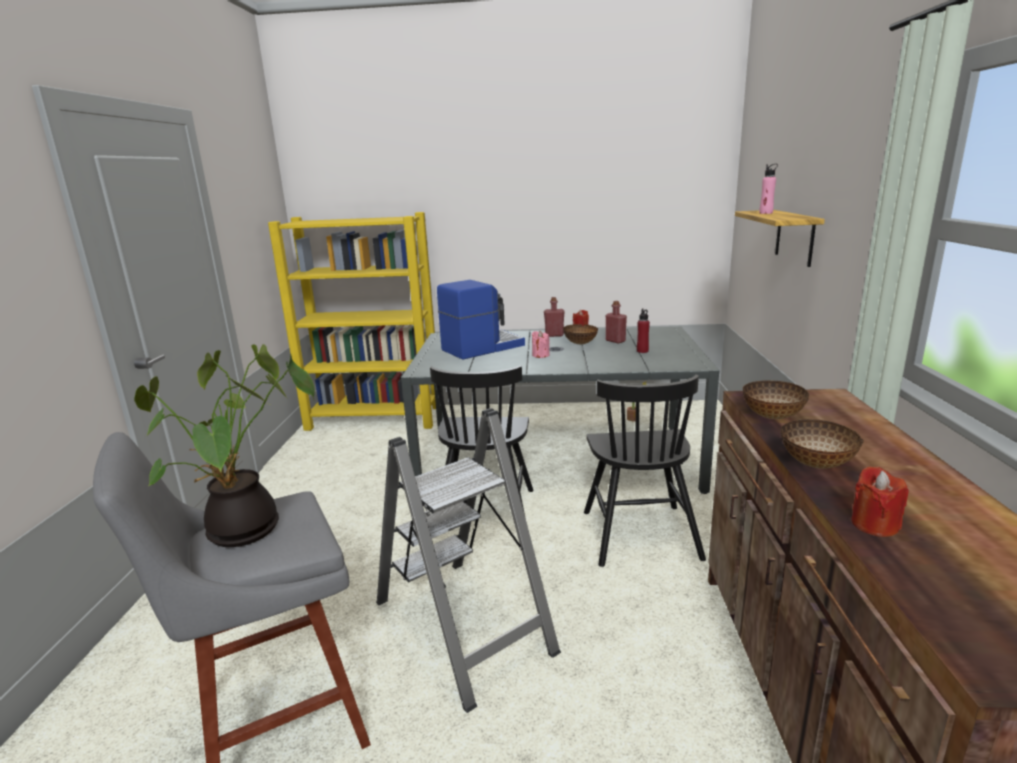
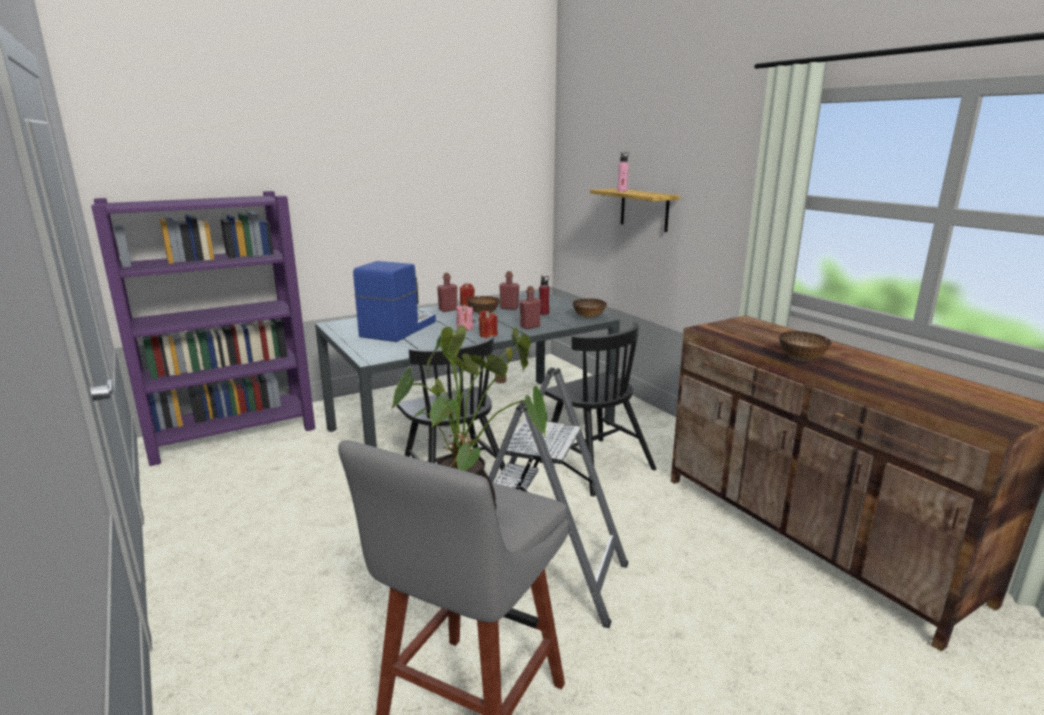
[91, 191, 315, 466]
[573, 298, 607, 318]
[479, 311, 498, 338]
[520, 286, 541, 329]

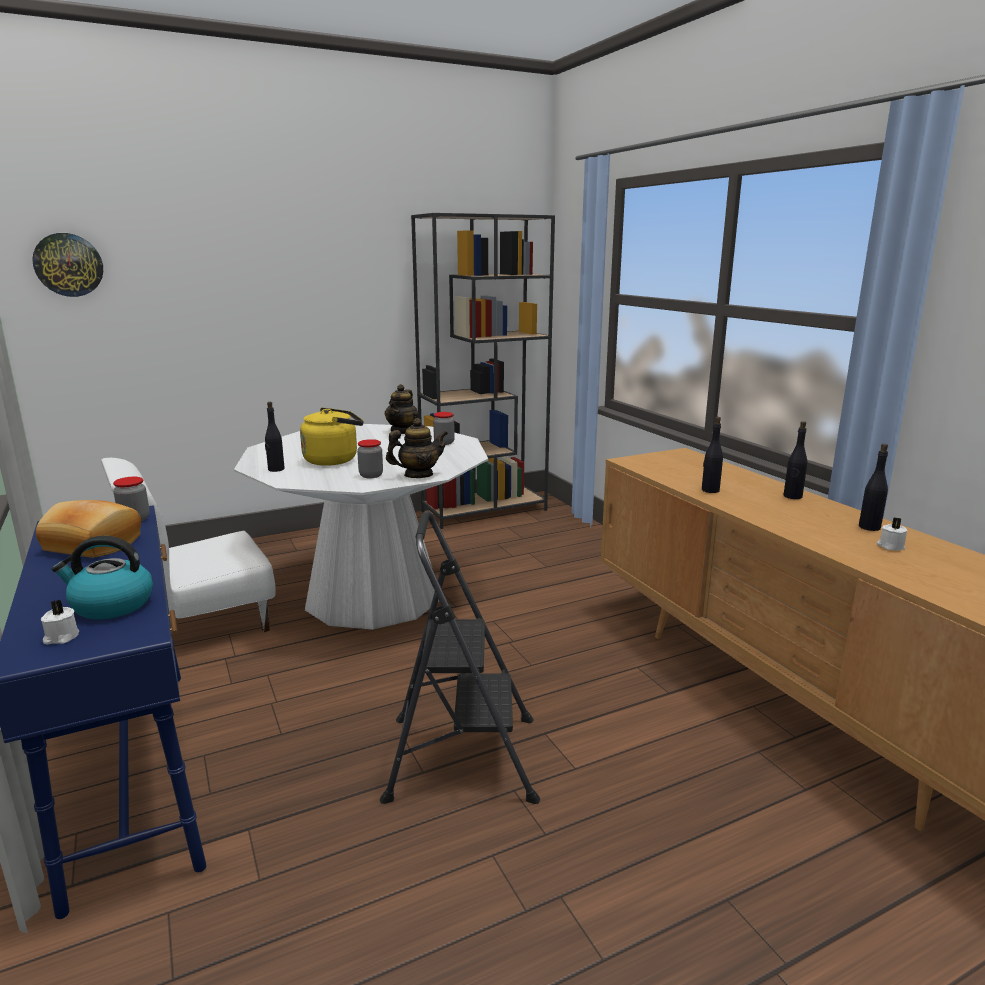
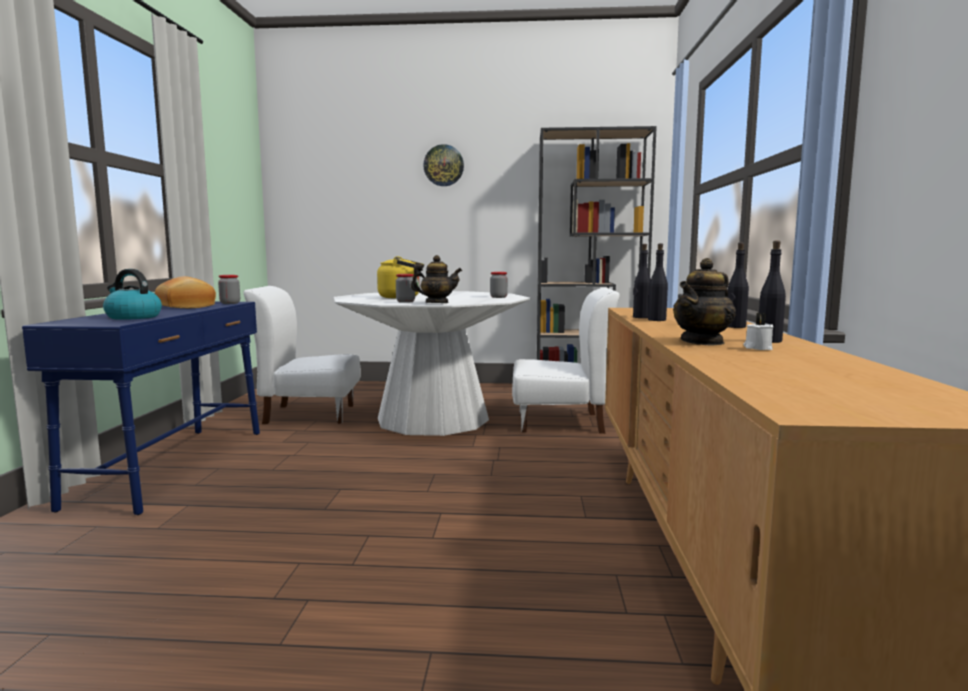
[423, 144, 464, 186]
[41, 600, 79, 645] (first image)
[633, 244, 651, 318]
[380, 511, 540, 804] (first image)
[673, 258, 736, 346]
[512, 288, 620, 434]

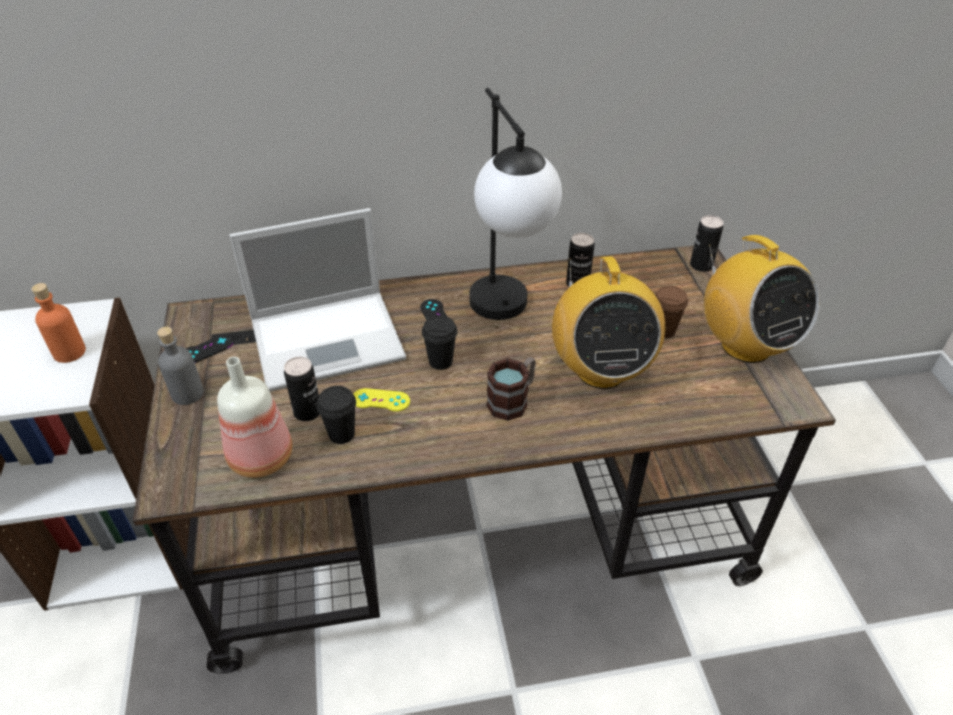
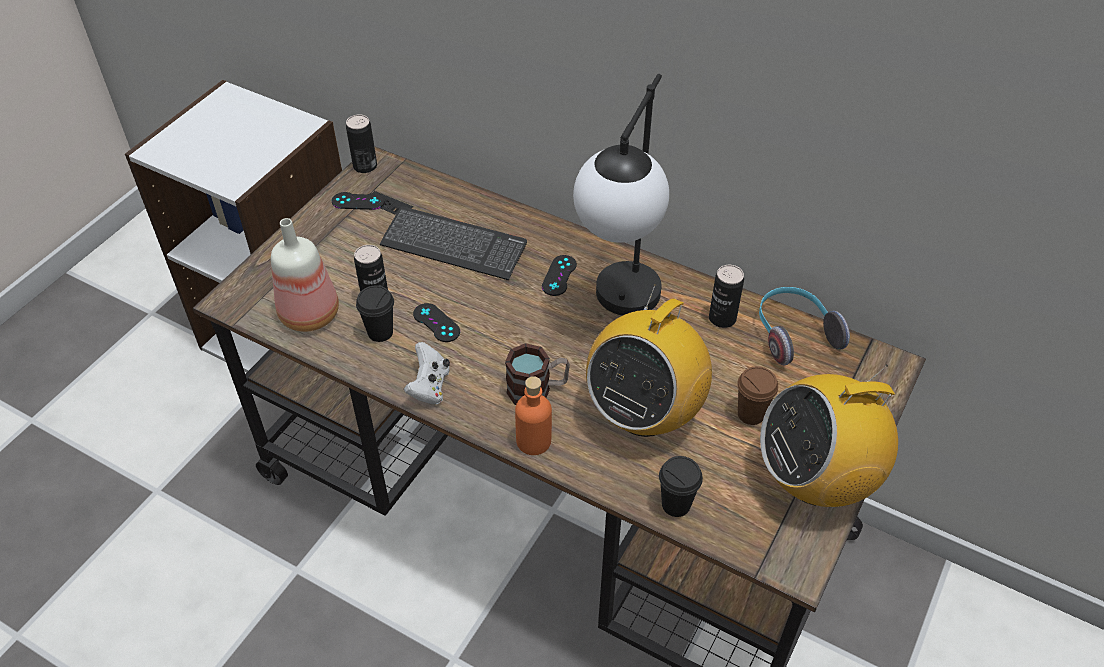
[515, 376, 552, 455]
[157, 327, 204, 405] (first image)
[380, 207, 527, 280]
[413, 303, 460, 342]
[659, 456, 703, 517]
[346, 114, 377, 173]
[760, 364, 898, 507]
[404, 342, 450, 404]
[759, 287, 850, 365]

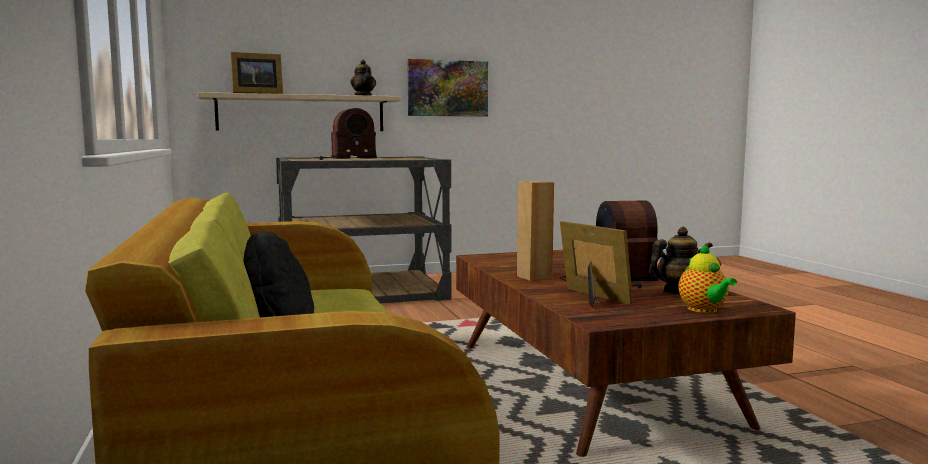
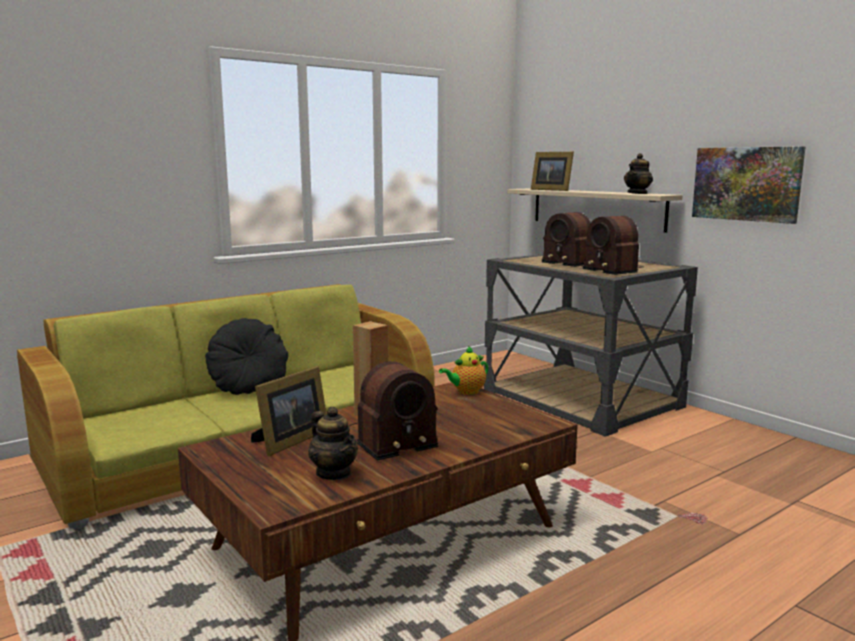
[439, 346, 488, 395]
[583, 216, 644, 275]

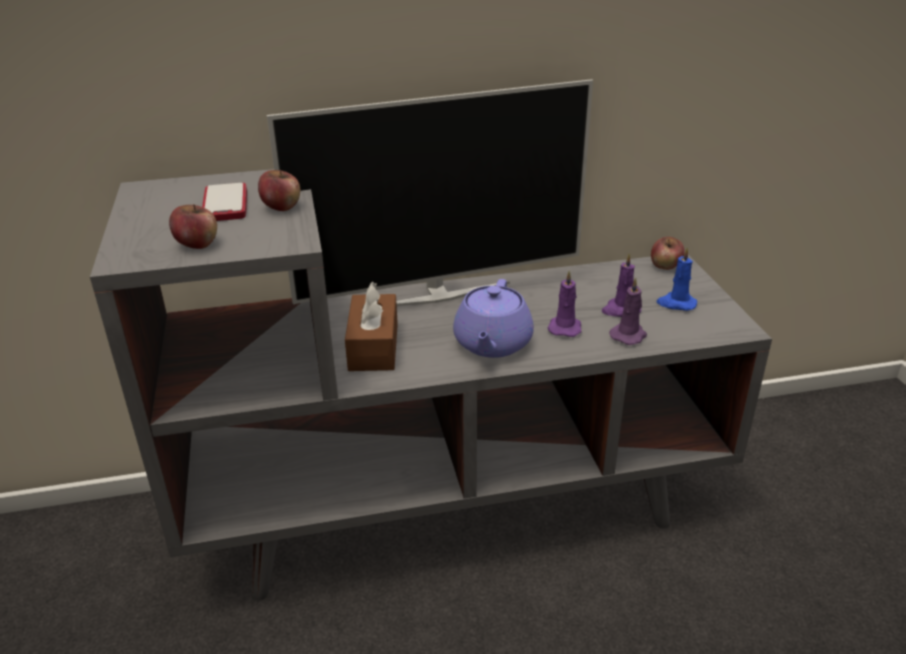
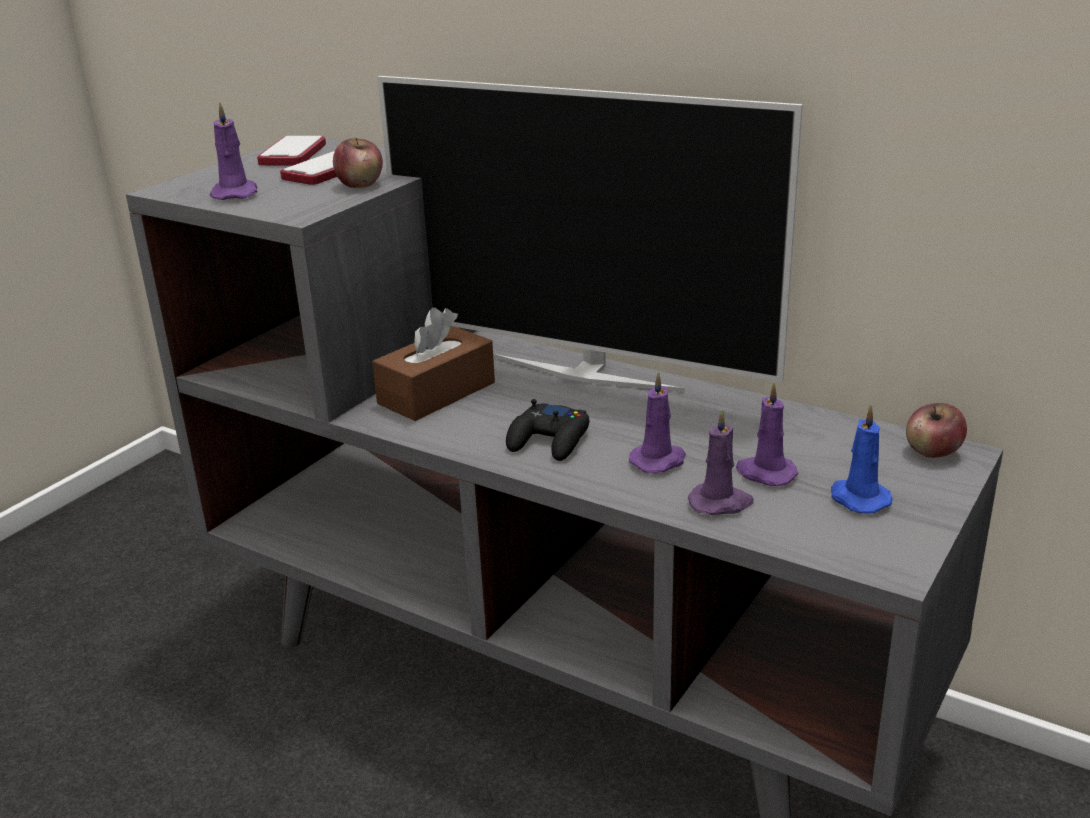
[209, 102, 257, 200]
[506, 399, 589, 461]
[257, 136, 326, 166]

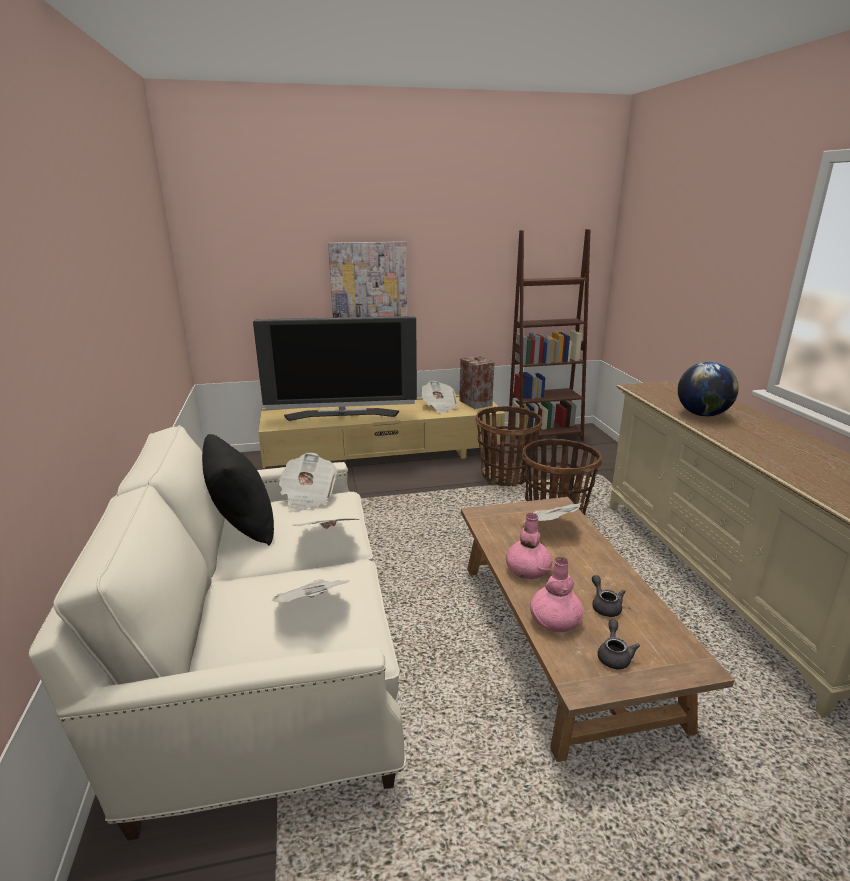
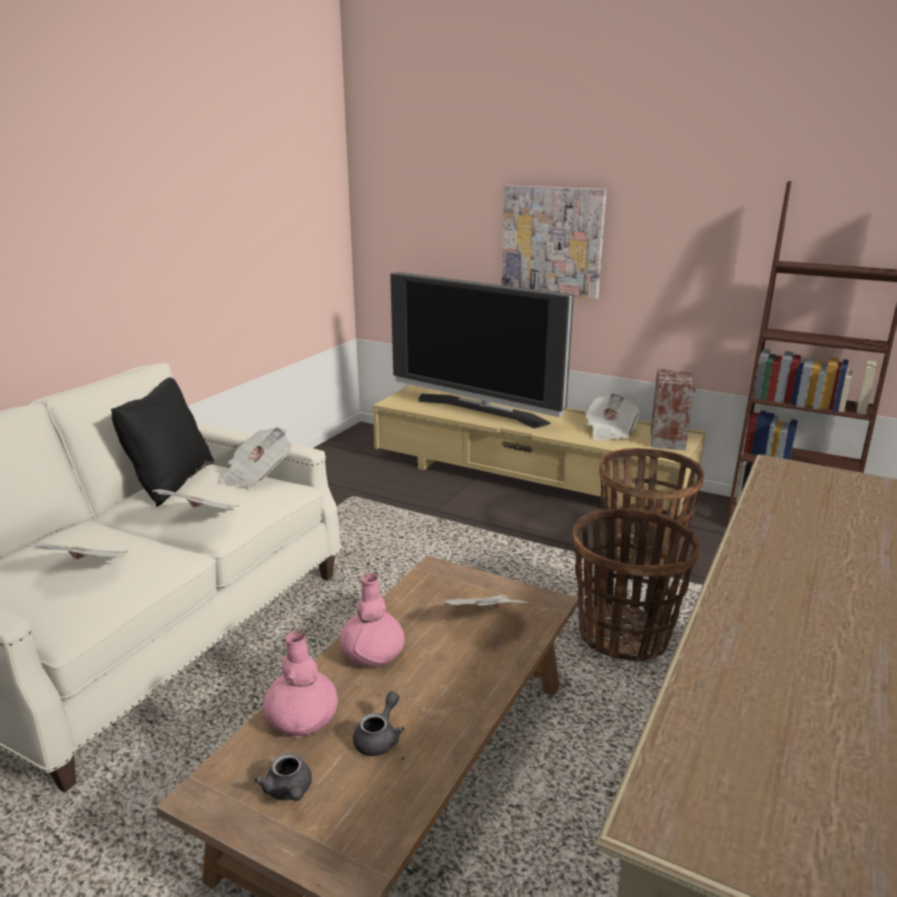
[254, 753, 312, 801]
[678, 362, 739, 417] (first image)

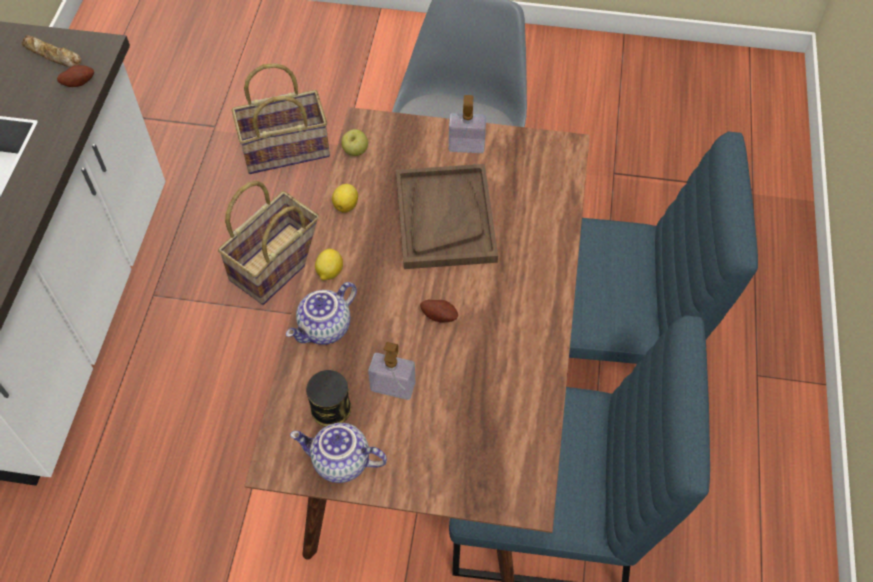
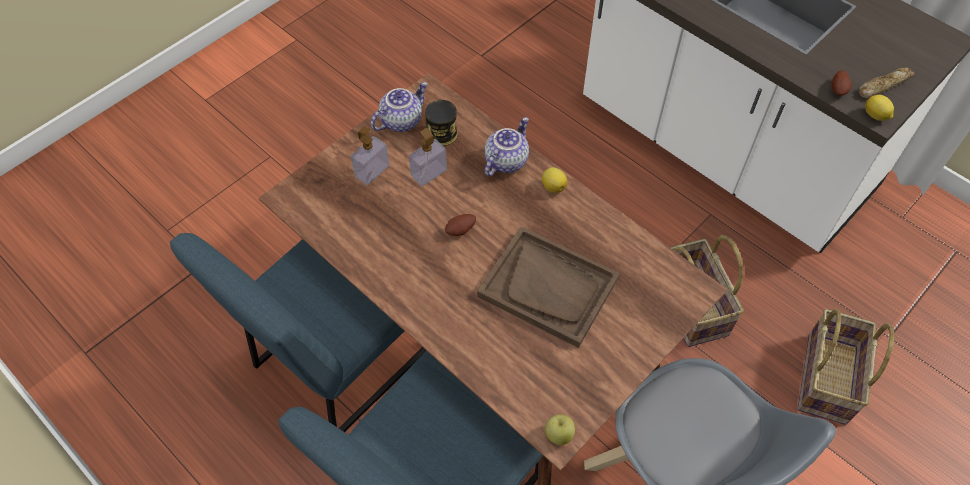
[485, 117, 529, 176]
[865, 95, 894, 121]
[545, 414, 575, 445]
[351, 126, 389, 185]

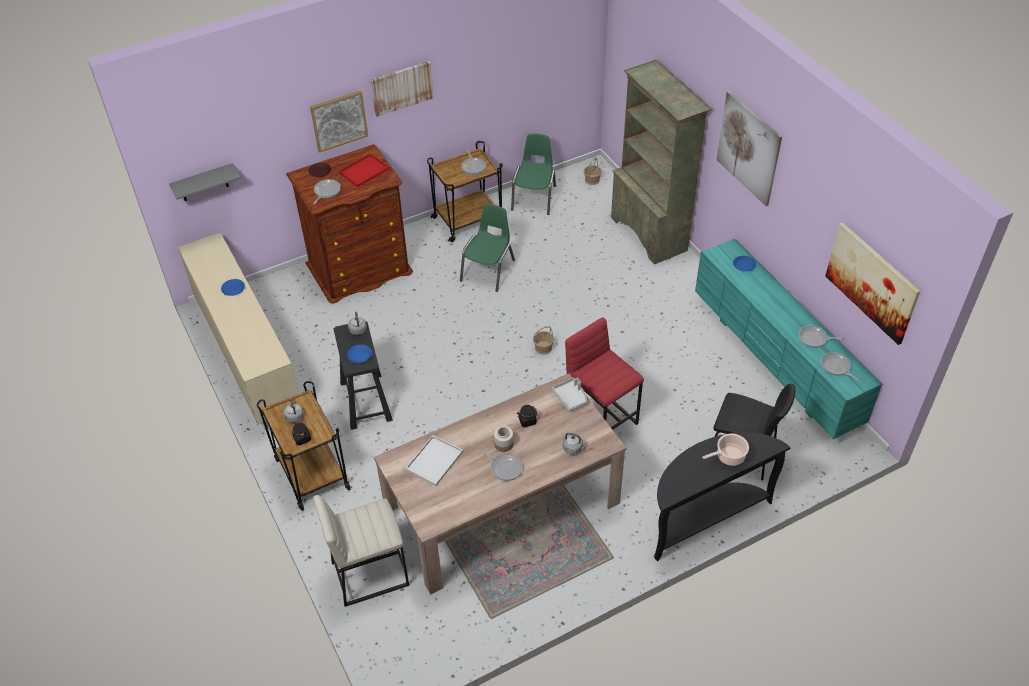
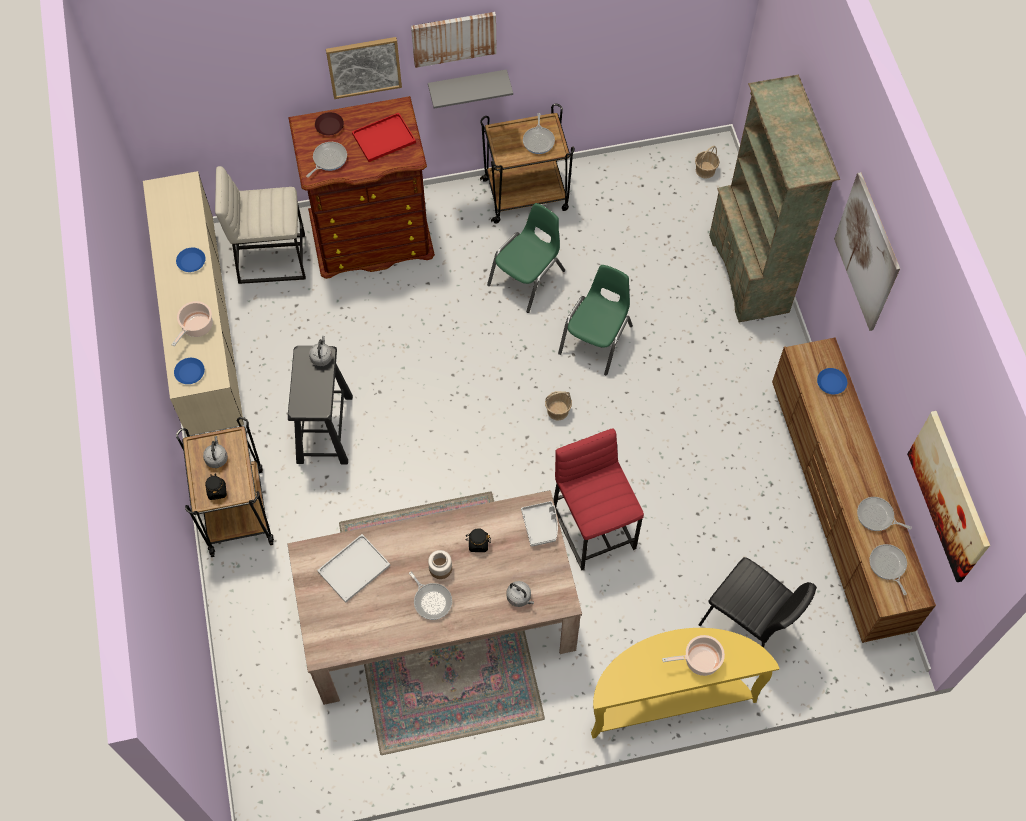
[428, 69, 513, 108]
[215, 166, 306, 284]
[174, 358, 205, 384]
[558, 265, 633, 375]
[591, 628, 780, 739]
[772, 337, 936, 643]
[171, 301, 213, 347]

